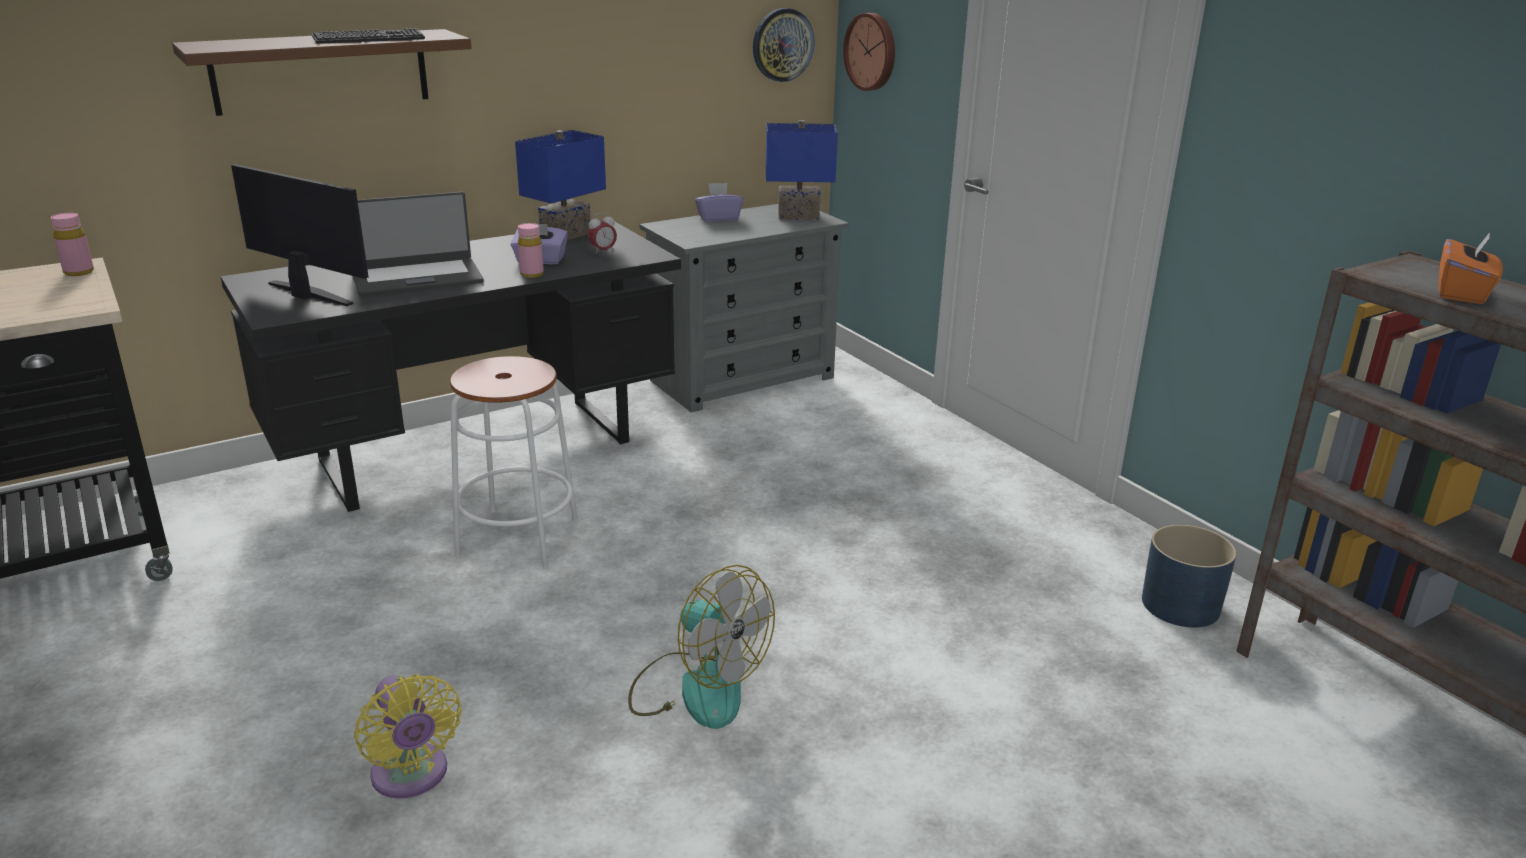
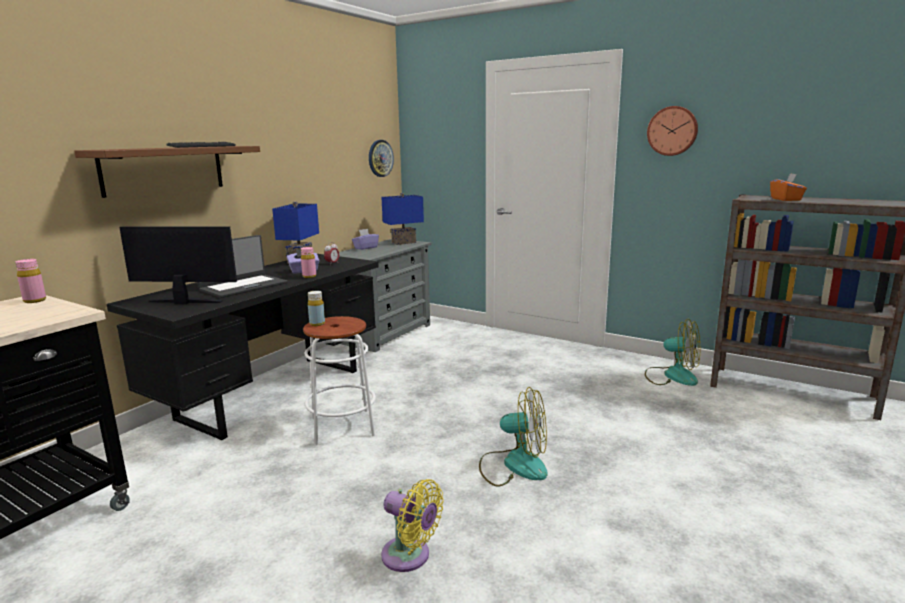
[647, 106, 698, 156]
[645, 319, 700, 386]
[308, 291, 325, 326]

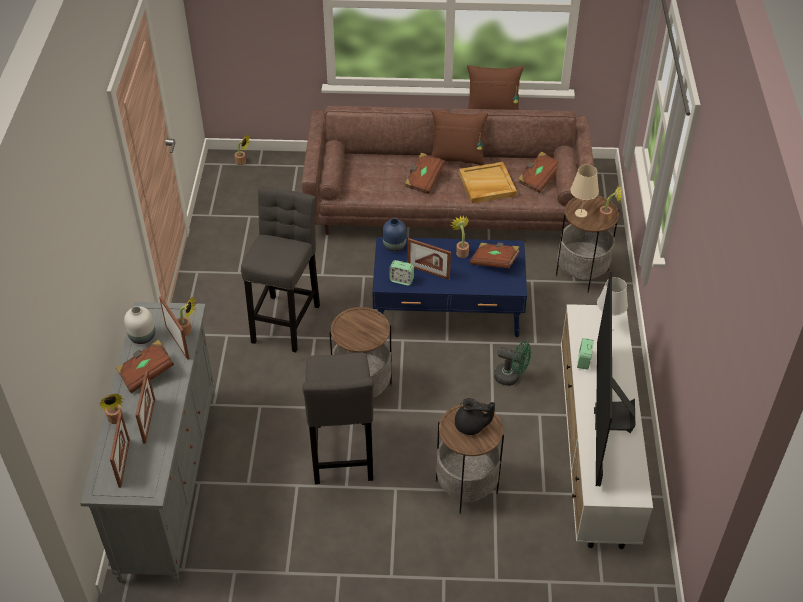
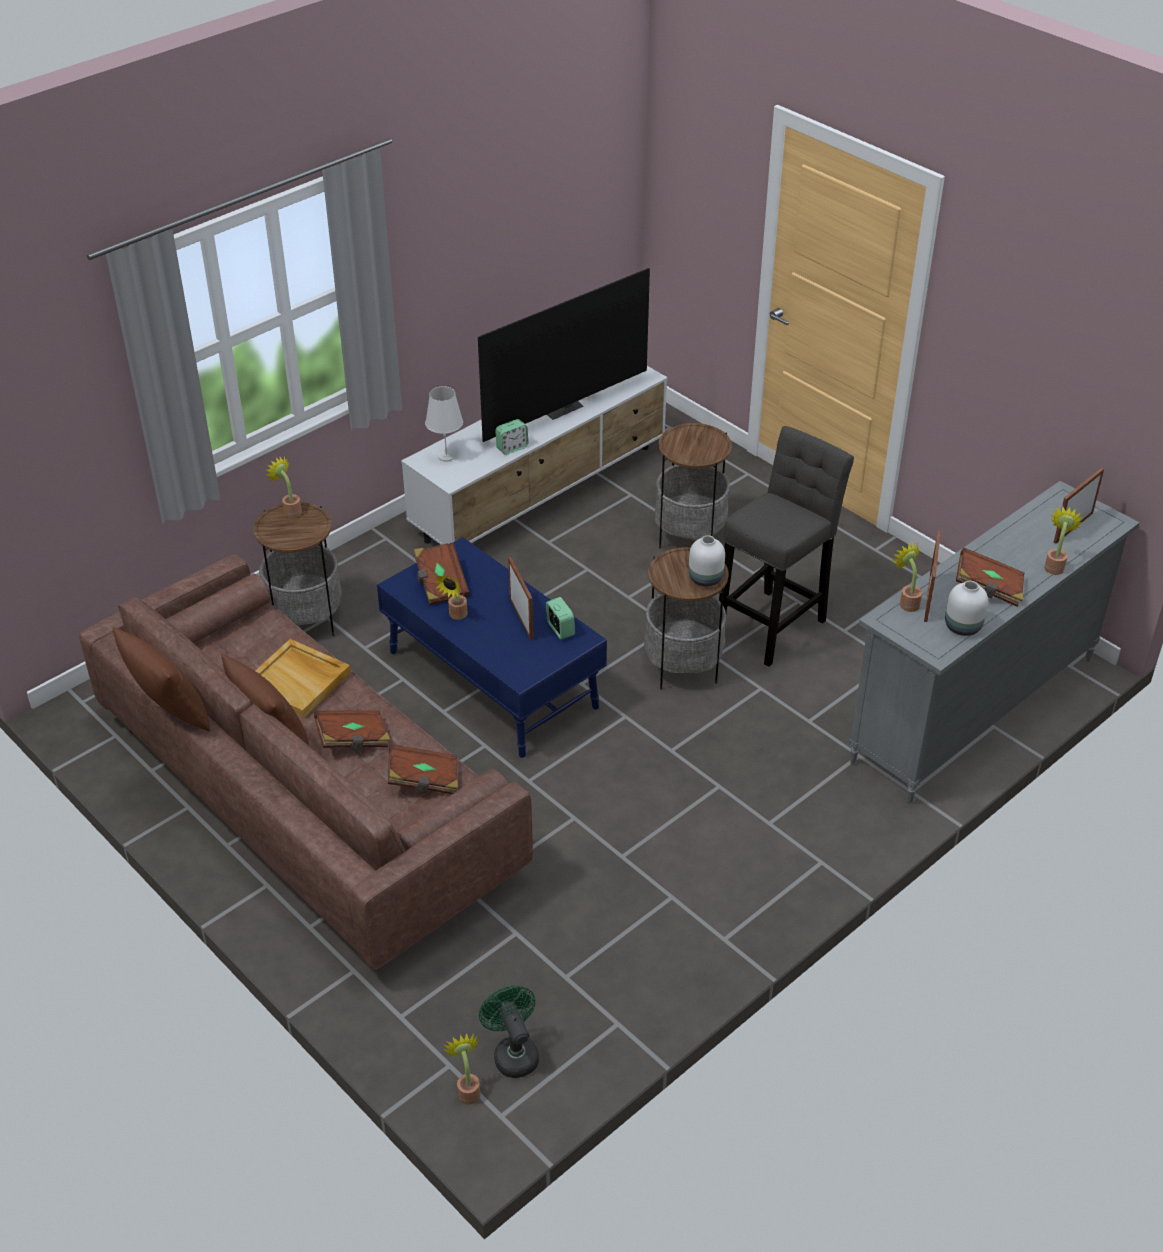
[136, 370, 155, 444] (first image)
[241, 187, 320, 352] (first image)
[383, 218, 406, 252] (first image)
[455, 398, 495, 435] (first image)
[479, 985, 539, 1078]
[388, 745, 458, 794]
[570, 165, 599, 218] (first image)
[689, 535, 725, 586]

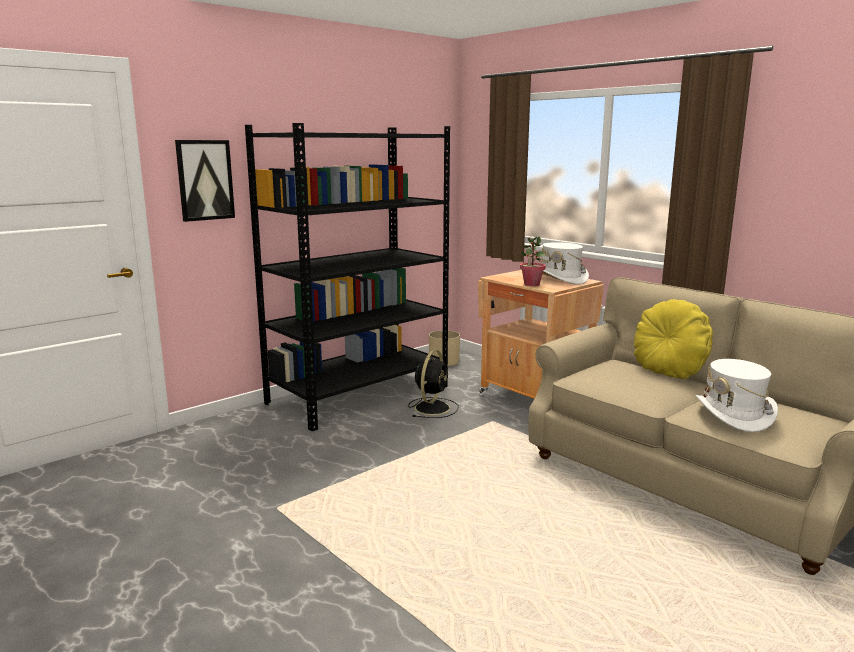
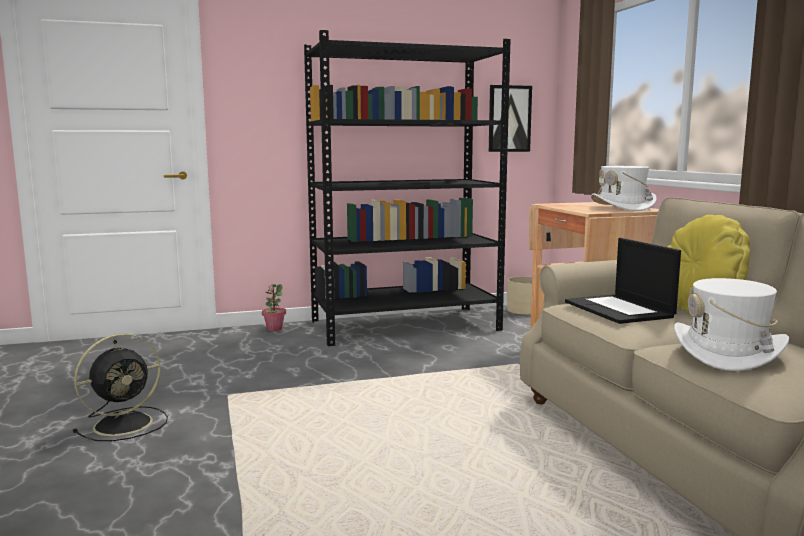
[489, 85, 532, 152]
[73, 334, 168, 441]
[262, 284, 286, 331]
[565, 238, 681, 324]

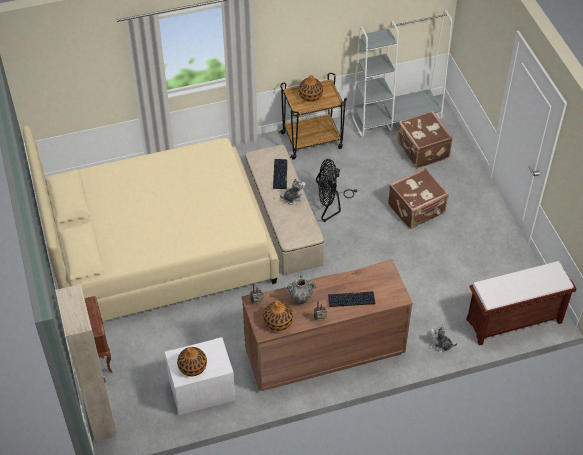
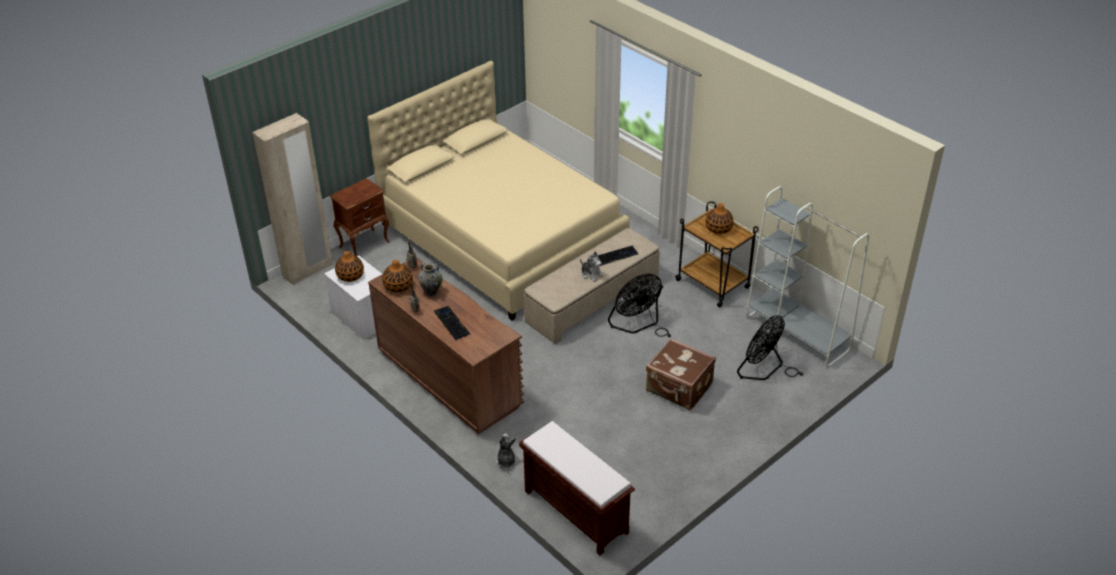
[737, 315, 803, 380]

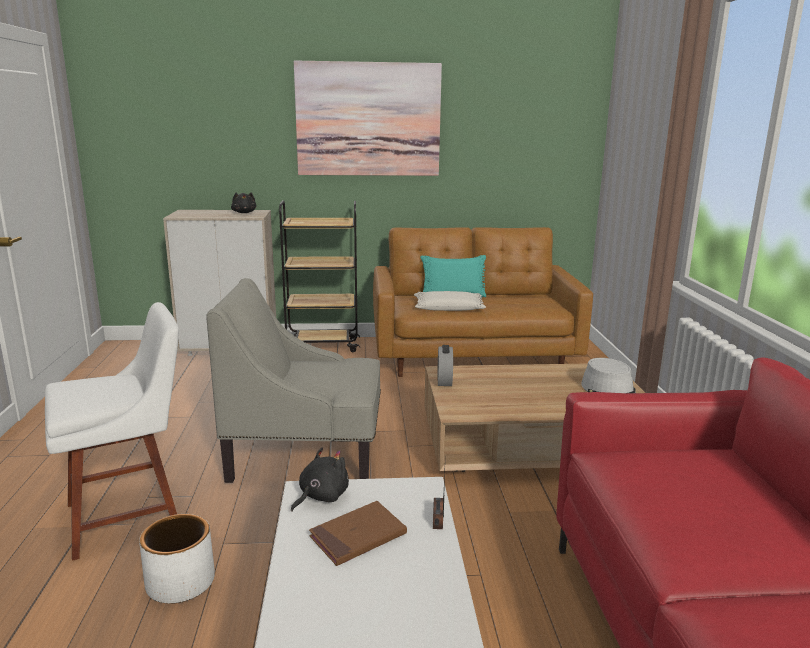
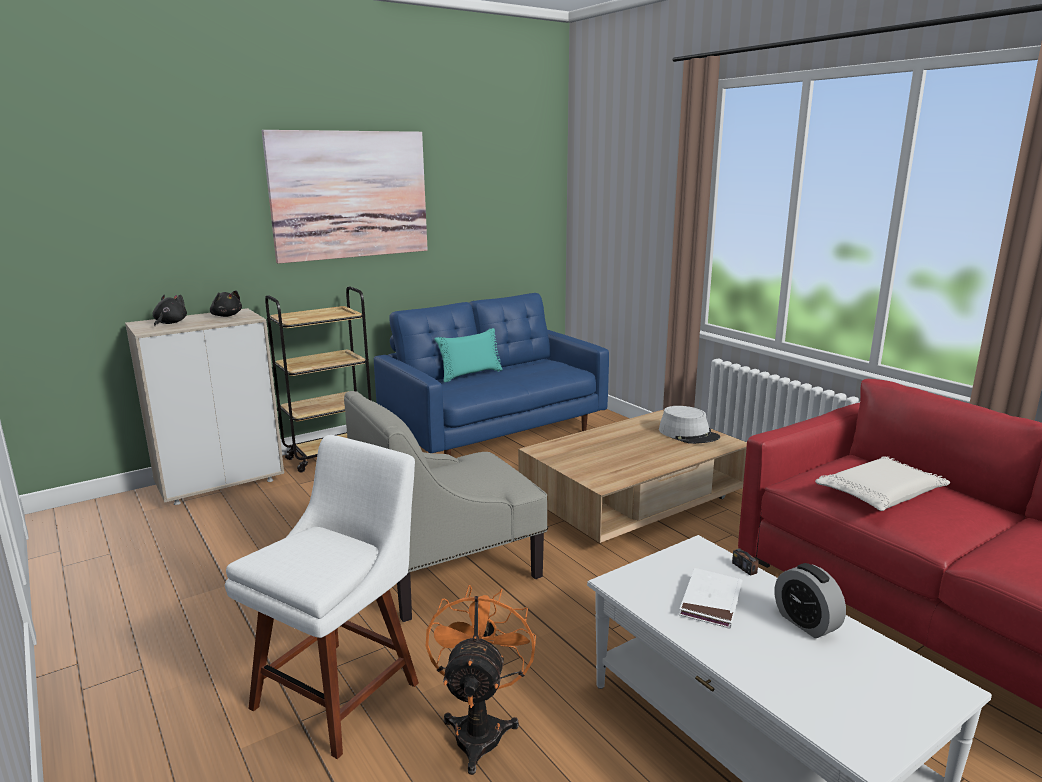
[426, 585, 536, 775]
[153, 295, 187, 326]
[679, 568, 742, 629]
[374, 293, 609, 455]
[815, 456, 950, 511]
[775, 563, 846, 638]

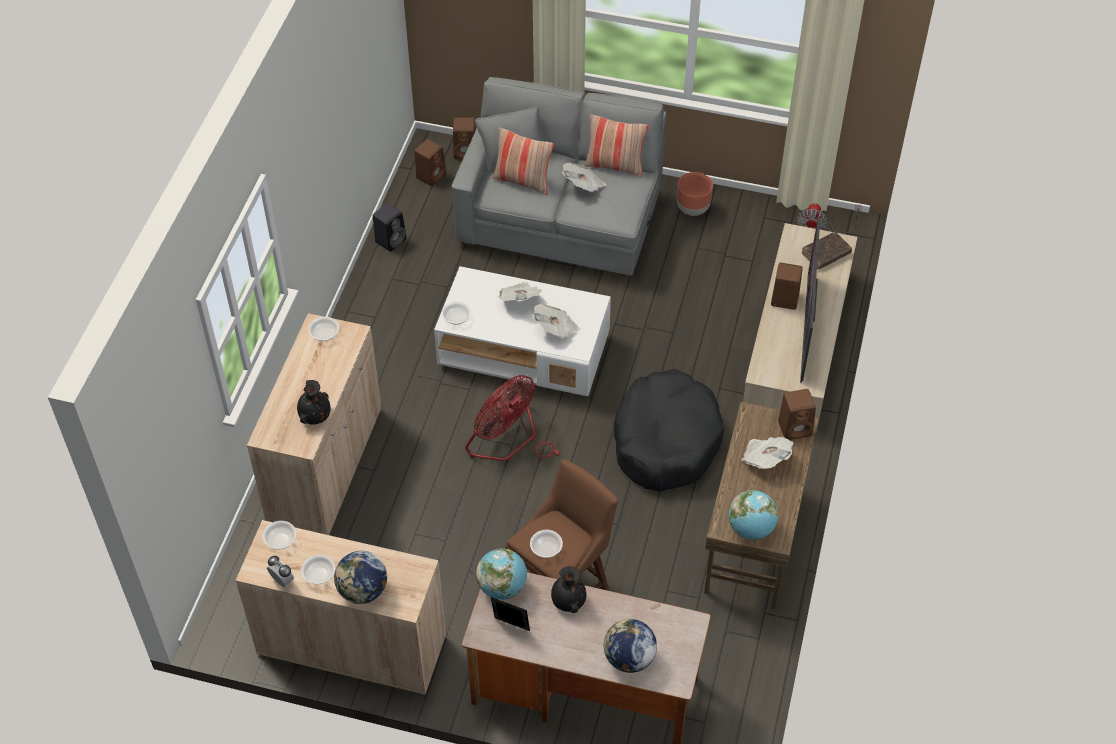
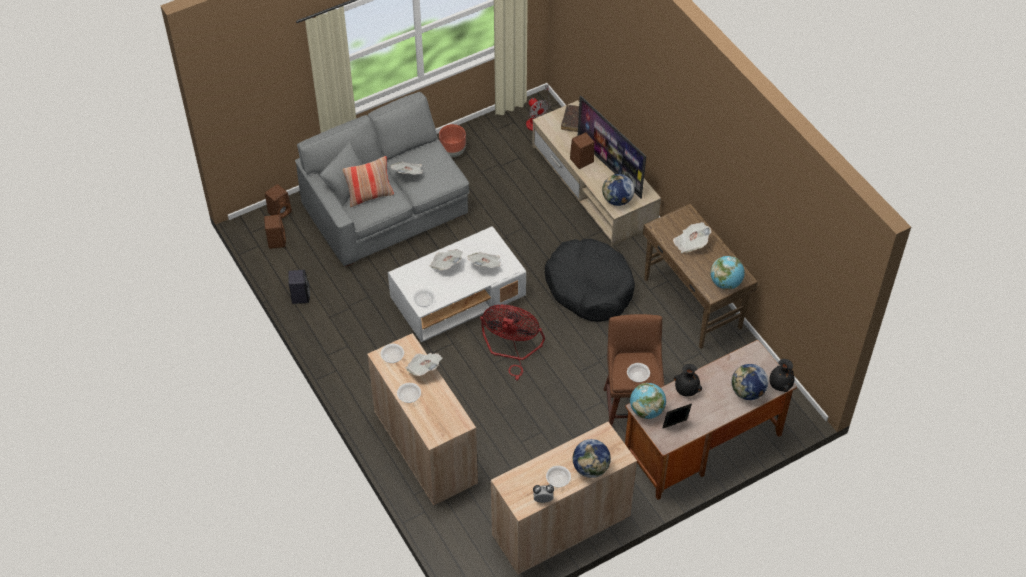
[397, 383, 421, 403]
[769, 359, 795, 392]
[480, 305, 545, 381]
[584, 114, 648, 177] (first image)
[778, 389, 816, 440] (first image)
[405, 353, 442, 376]
[602, 174, 635, 206]

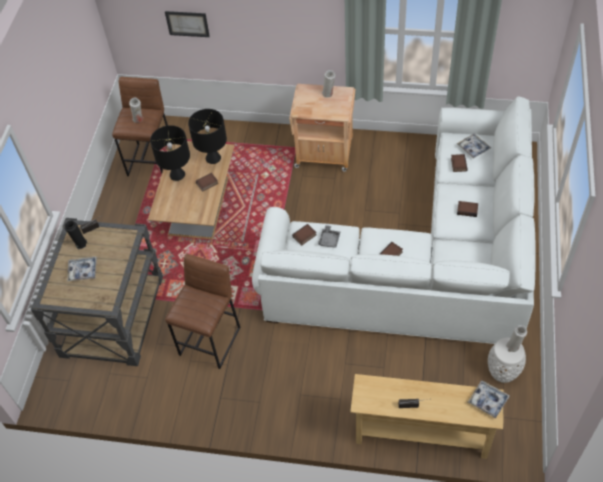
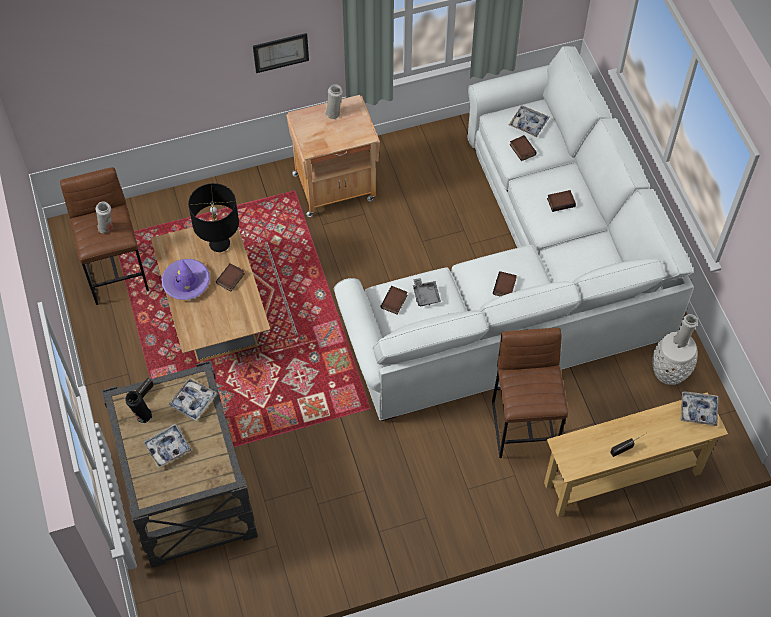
[161, 259, 210, 300]
[253, 33, 309, 73]
[492, 328, 568, 458]
[168, 377, 217, 421]

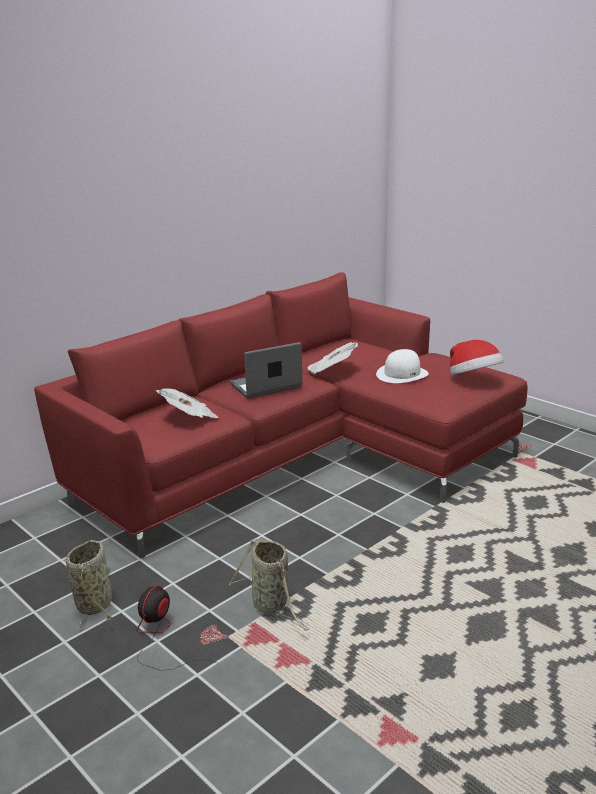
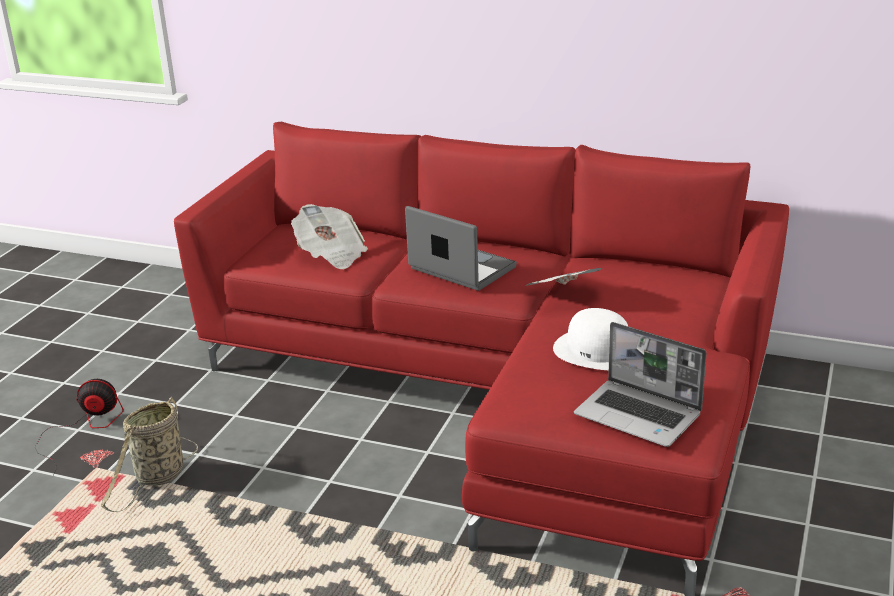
[66, 540, 112, 630] (first image)
[574, 322, 707, 447]

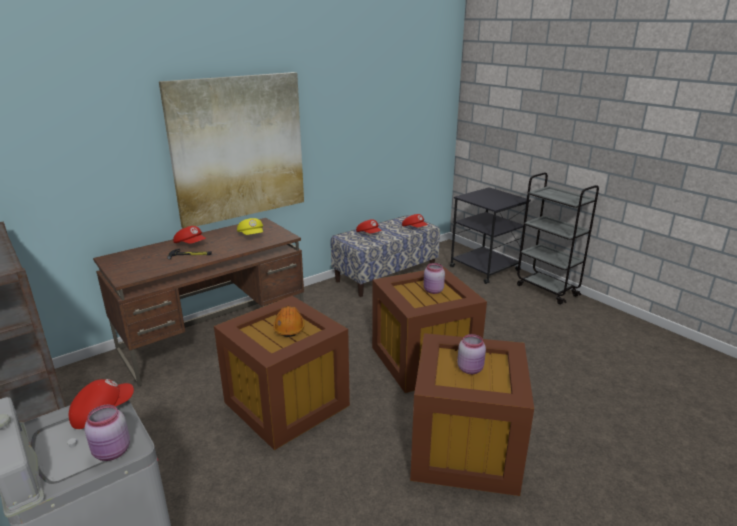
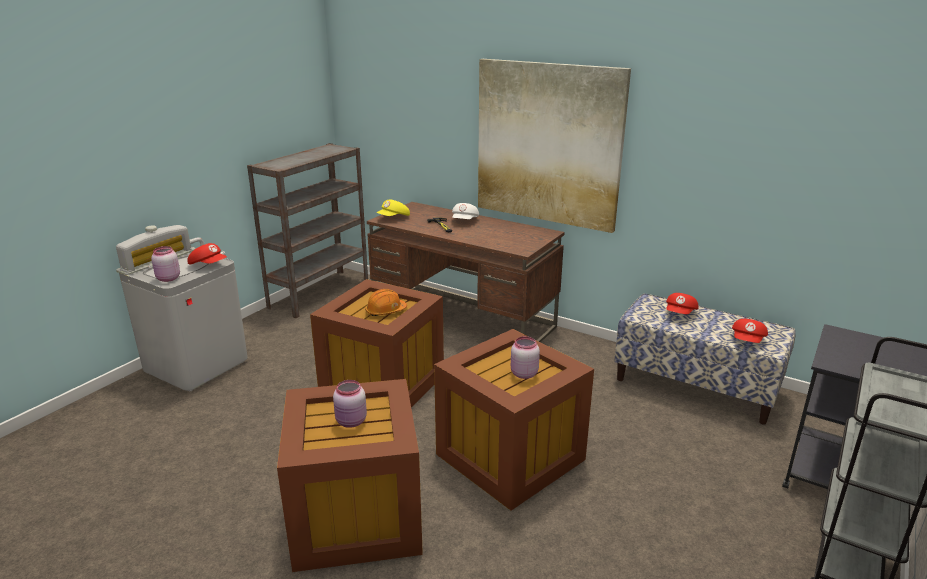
[452, 203, 479, 219]
[377, 200, 410, 216]

